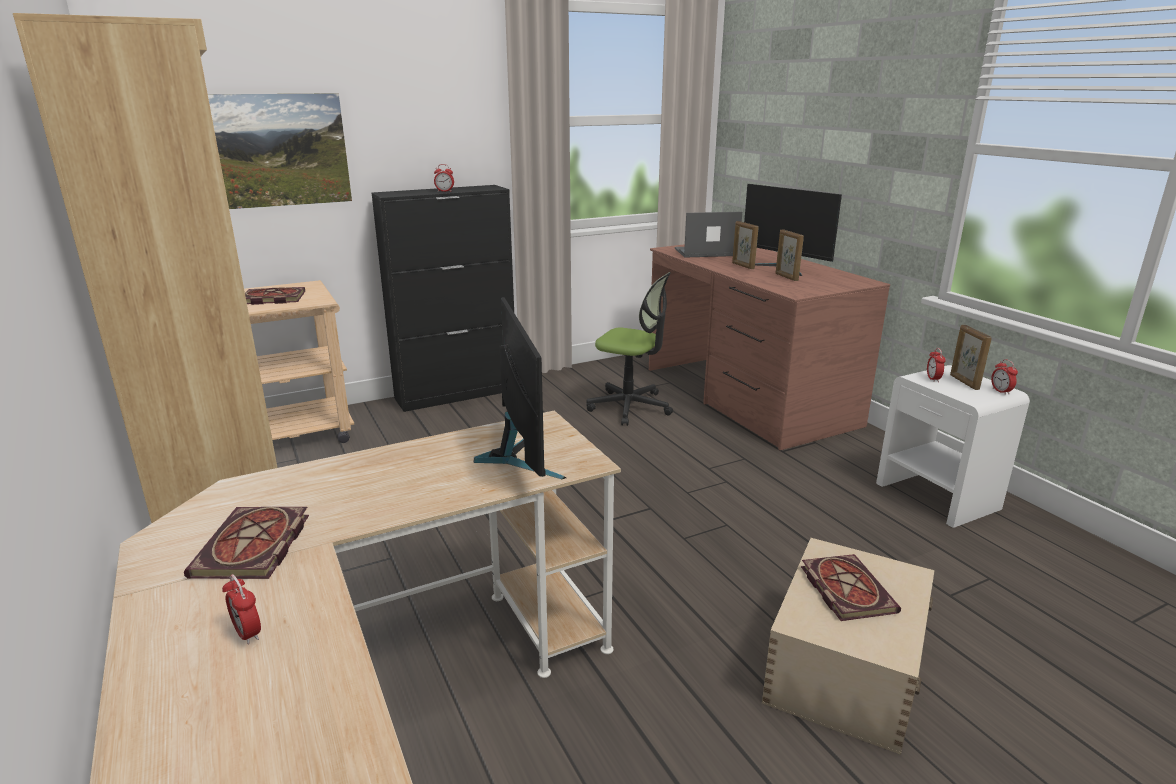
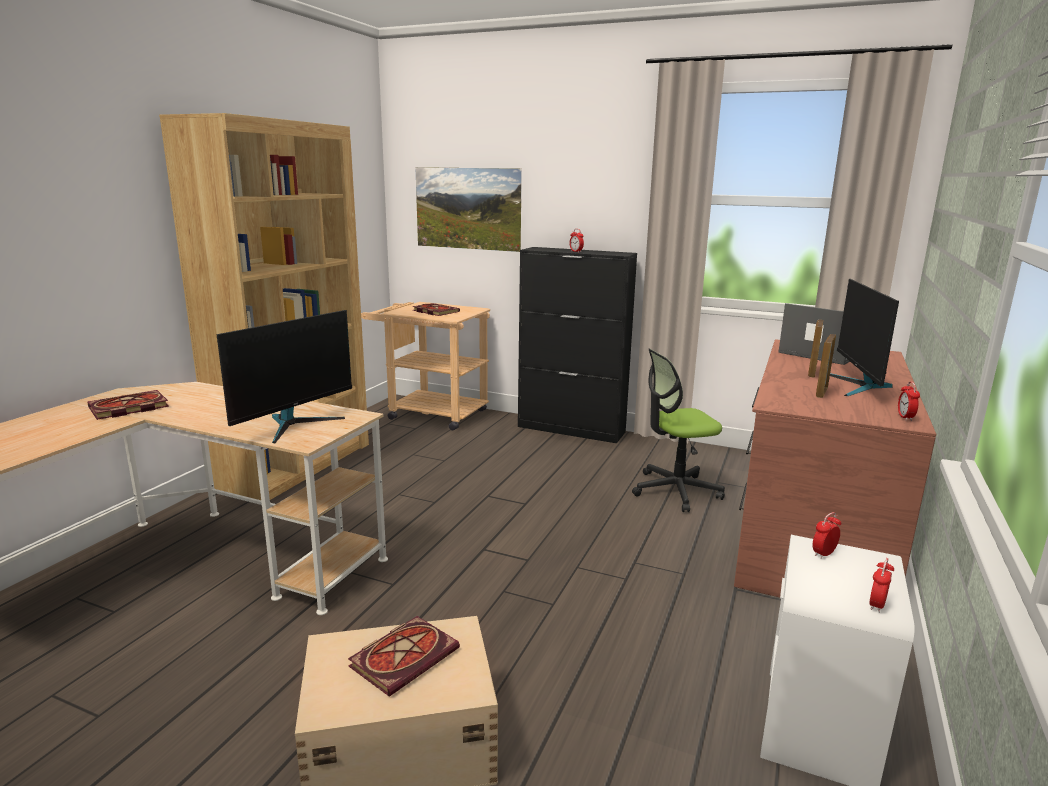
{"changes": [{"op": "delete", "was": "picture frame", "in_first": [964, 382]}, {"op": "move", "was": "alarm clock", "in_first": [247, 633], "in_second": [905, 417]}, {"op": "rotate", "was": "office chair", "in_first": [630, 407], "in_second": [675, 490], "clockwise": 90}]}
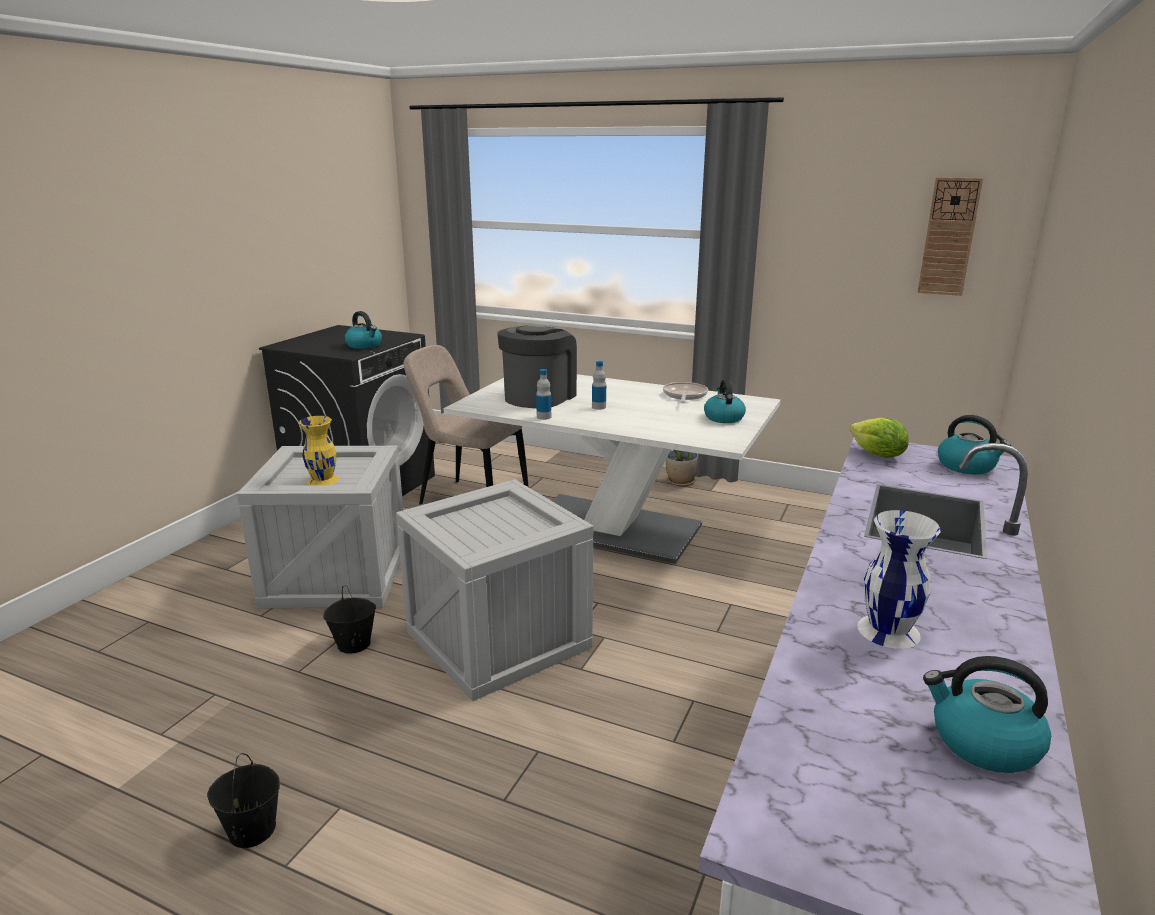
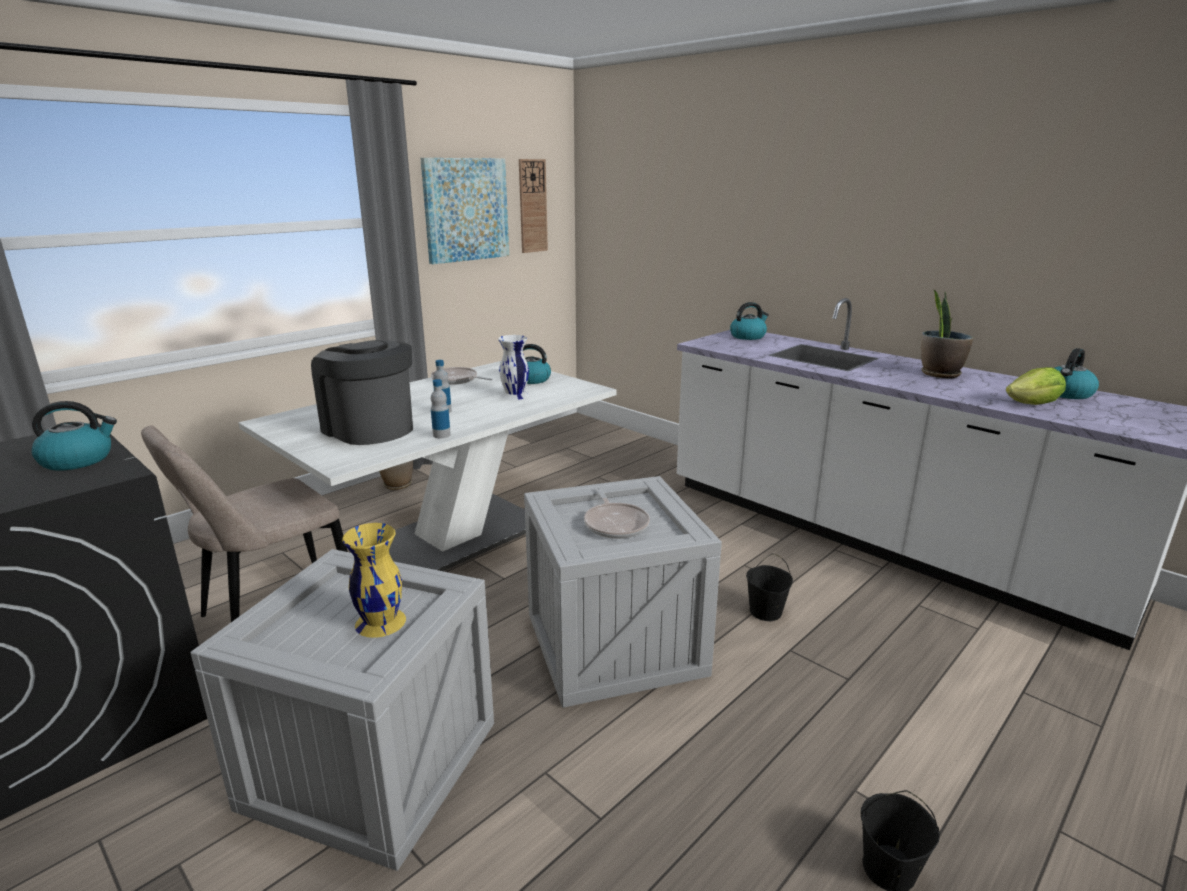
{"changes": [{"op": "insert", "now": "picture", "in_second": [466, 210]}, {"op": "insert", "now": "frying pan", "in_second": [615, 523]}, {"op": "insert", "now": "potted plant", "in_second": [939, 374]}, {"op": "move", "was": "black bucket", "in_first": [353, 644], "in_second": [766, 612]}, {"op": "move", "was": "lettuce", "in_first": [877, 455], "in_second": [1033, 404]}, {"op": "move", "was": "white vase", "in_first": [887, 630], "in_second": [514, 395]}]}
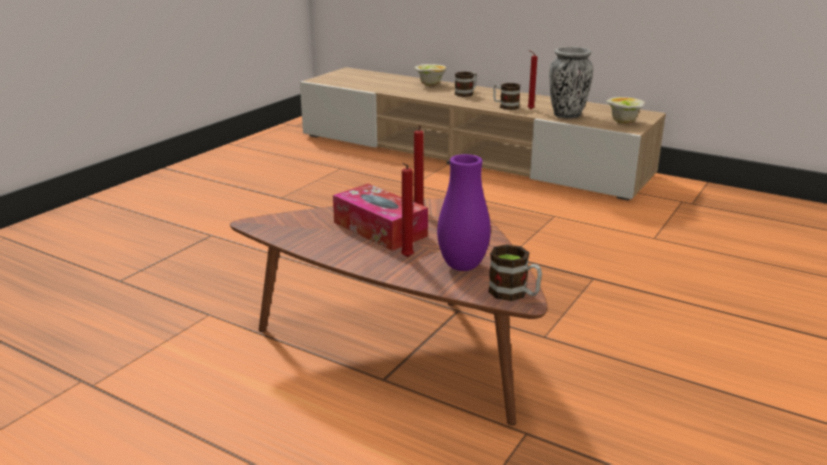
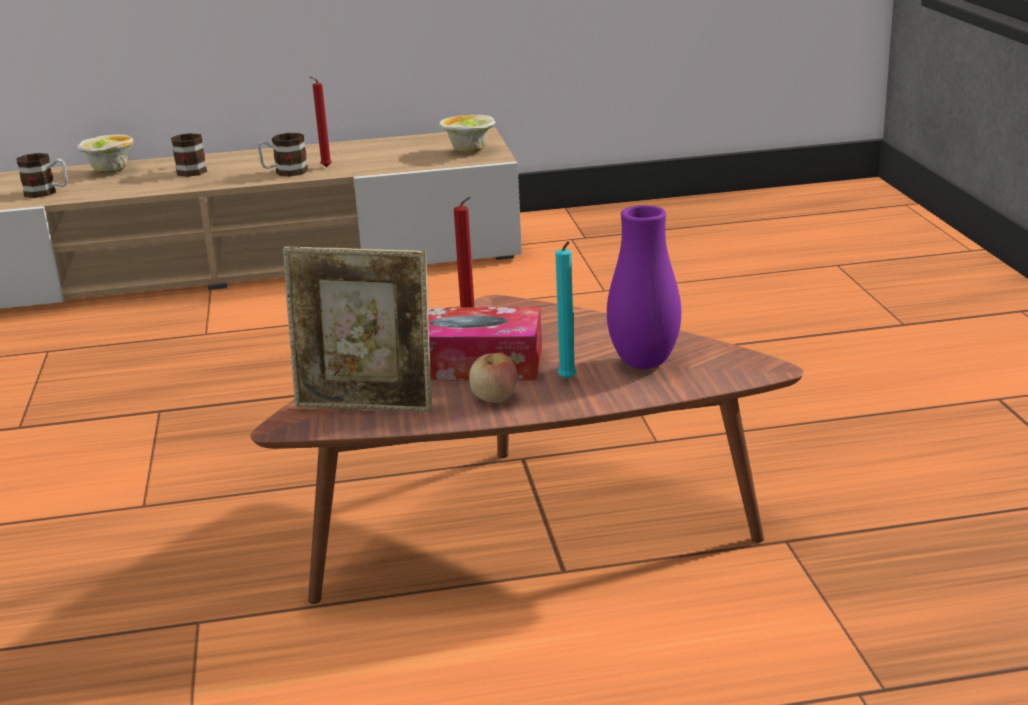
{"changes": [{"op": "delete", "was": "vase", "in_first": [567, 115]}, {"op": "insert", "now": "picture frame", "in_second": [366, 406]}, {"op": "insert", "now": "apple", "in_second": [494, 398]}, {"op": "move", "was": "mug", "in_first": [514, 294], "in_second": [47, 192]}, {"op": "recolor", "was": "red candle", "now": "turquoise candle", "in_first": [406, 258], "in_second": [568, 381]}]}
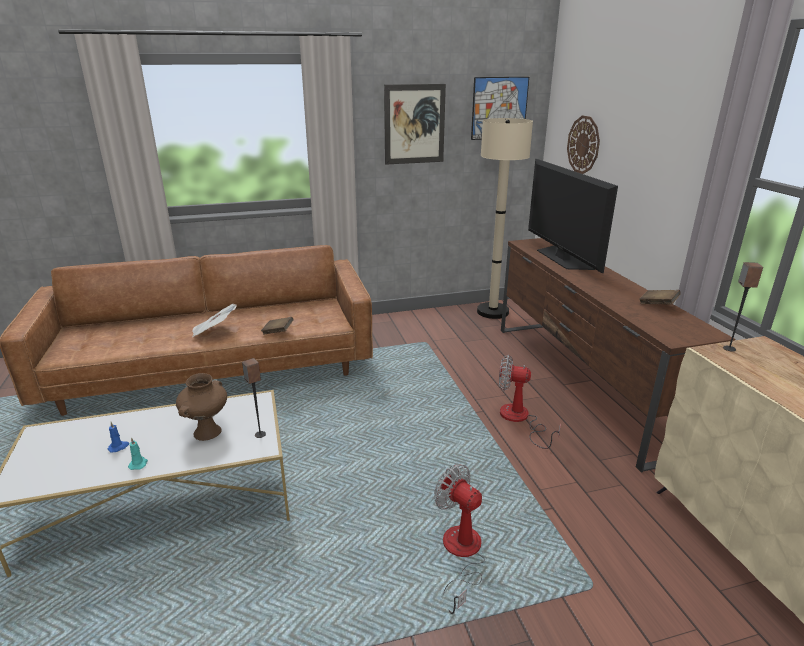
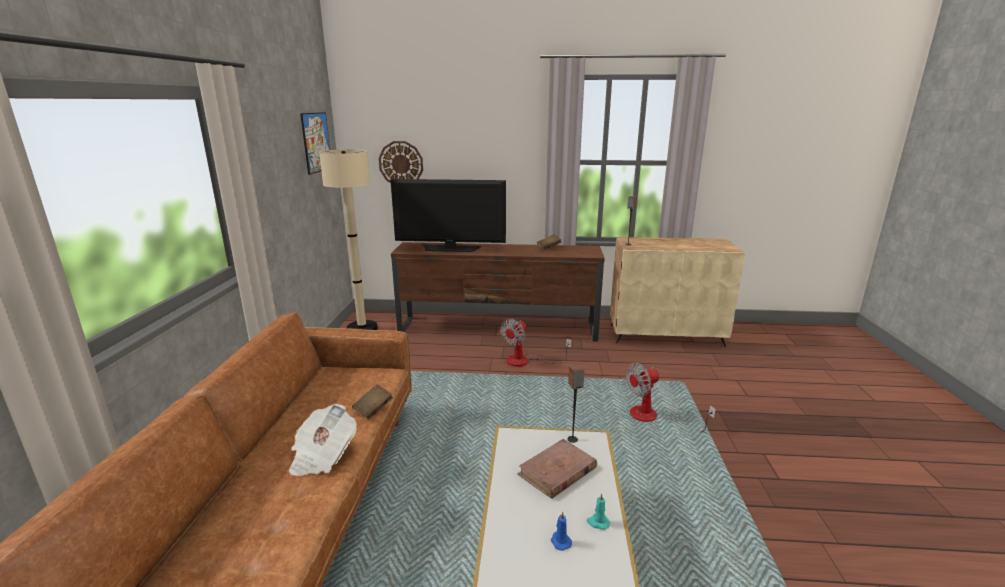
{"changes": [{"op": "delete", "was": "picture", "in_first": [414, 124]}, {"op": "replace", "was": "brown vase", "now": "brown book", "in_first": [207, 433], "in_second": [557, 471]}]}
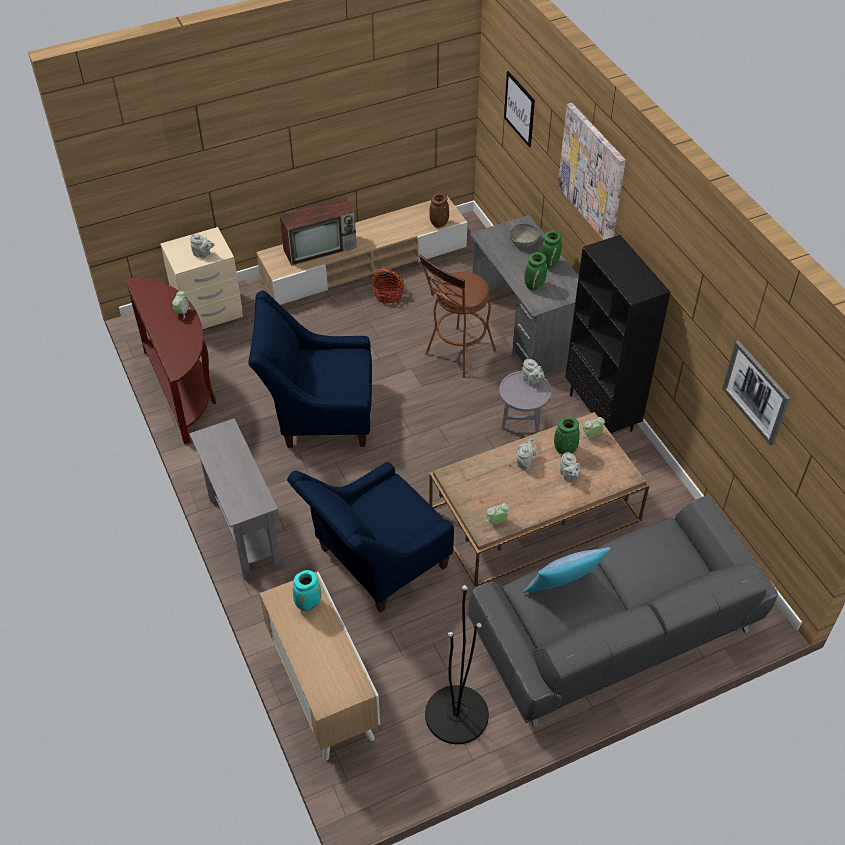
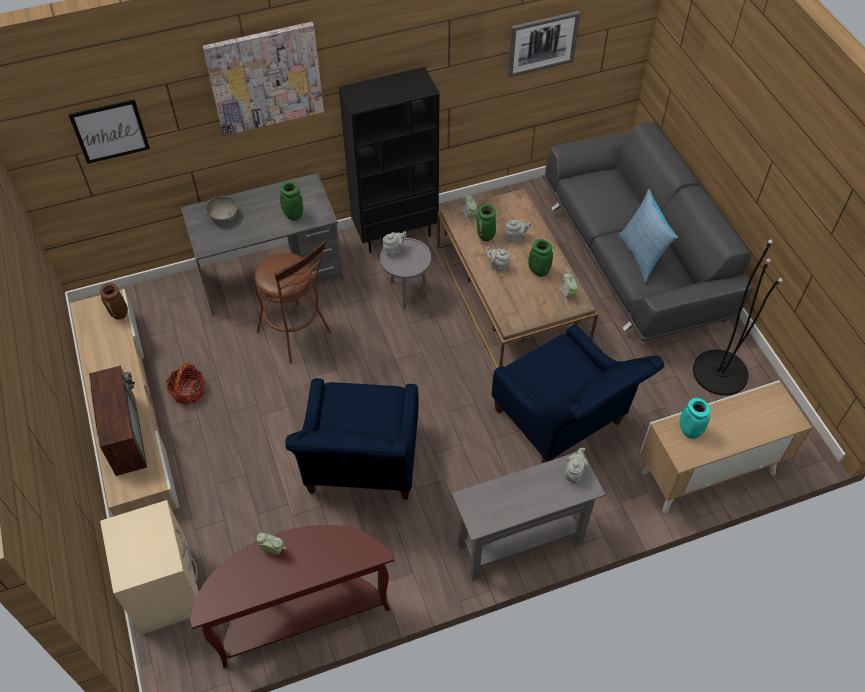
{"changes": [{"op": "move", "was": "grey teapot", "in_first": [203, 254], "in_second": [574, 473]}, {"op": "move", "was": "green vase", "in_first": [549, 263], "in_second": [538, 271]}]}
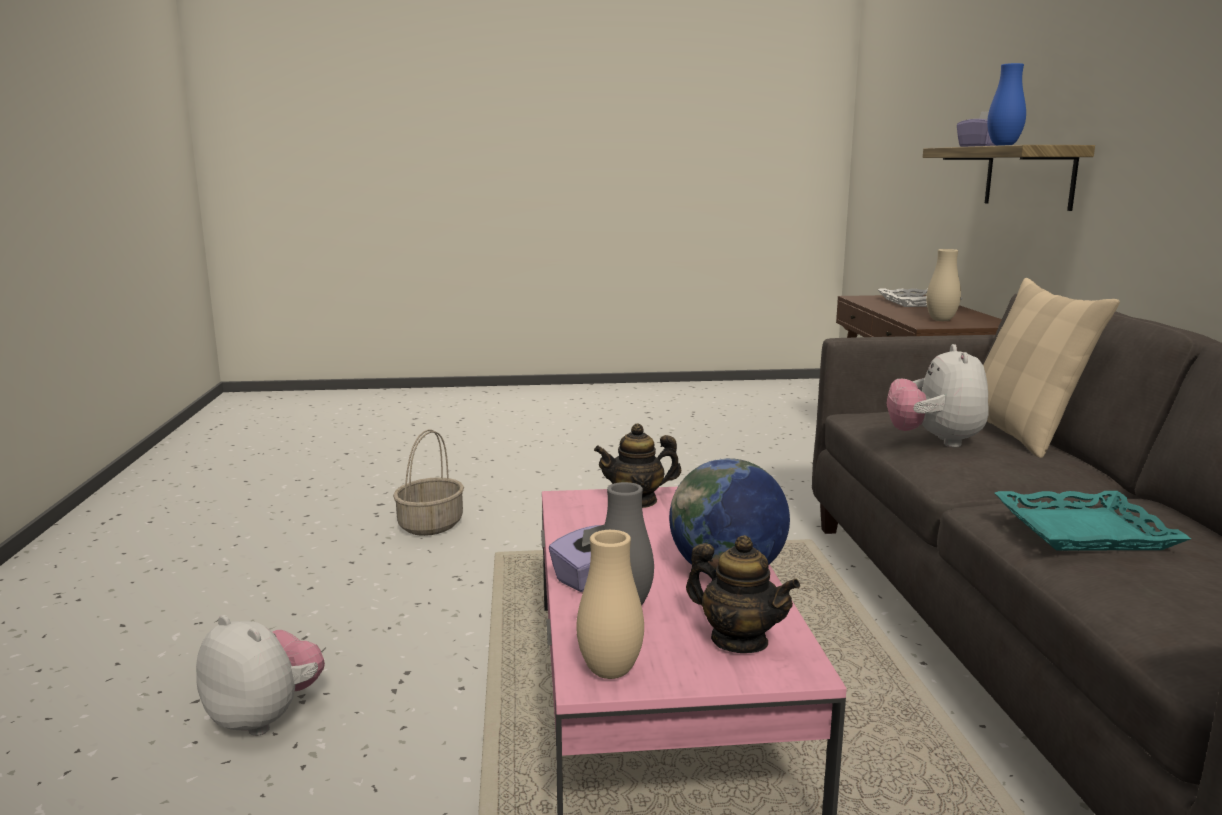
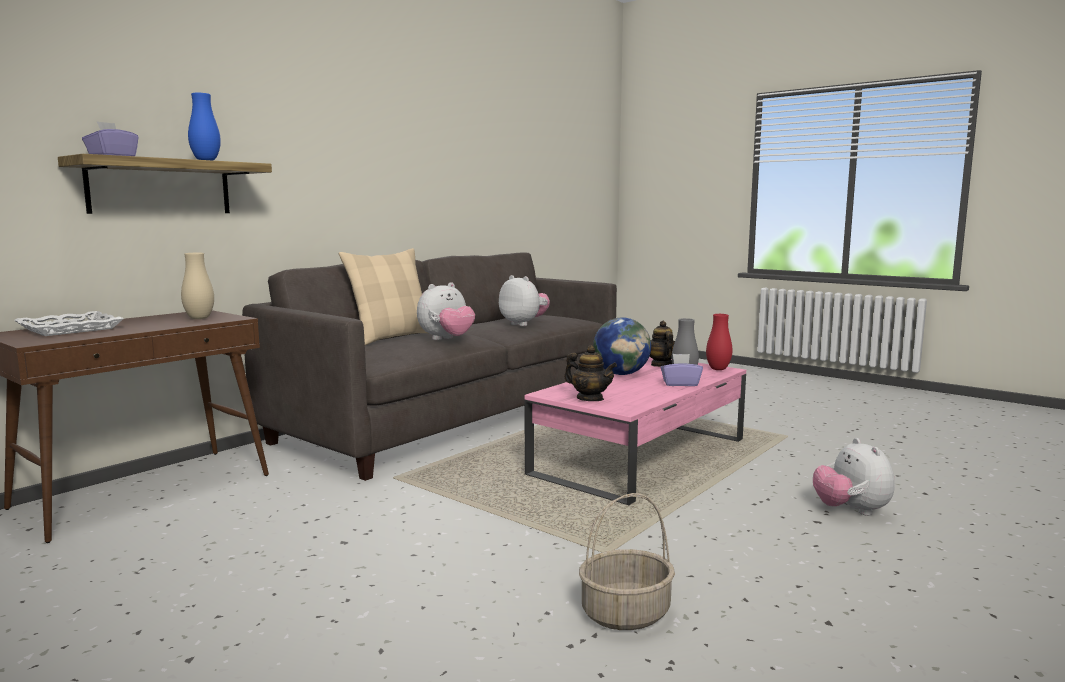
{"changes": [{"op": "replace", "was": "turquoise tray", "now": "plush toy", "in_first": [1083, 530], "in_second": [524, 324]}, {"op": "recolor", "was": "beige vase", "now": "red vase", "in_first": [610, 671], "in_second": [718, 369]}]}
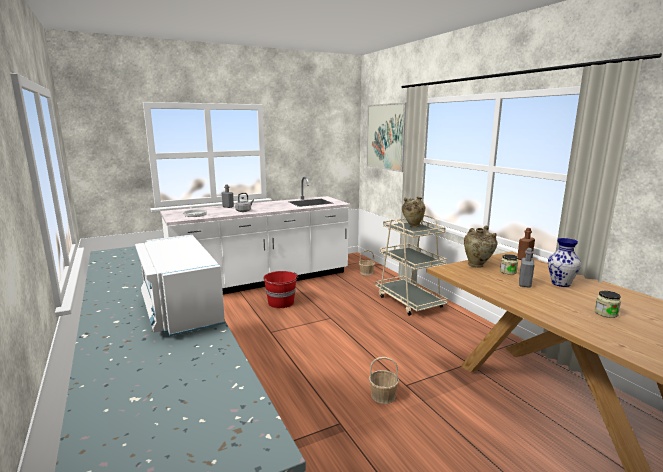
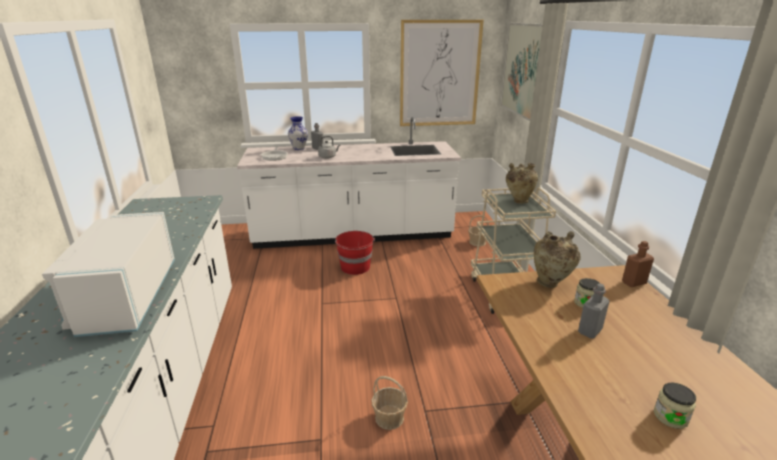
{"changes": [{"op": "insert", "now": "picture", "in_second": [439, 74]}, {"op": "move", "was": "vase", "in_first": [560, 284], "in_second": [298, 148]}]}
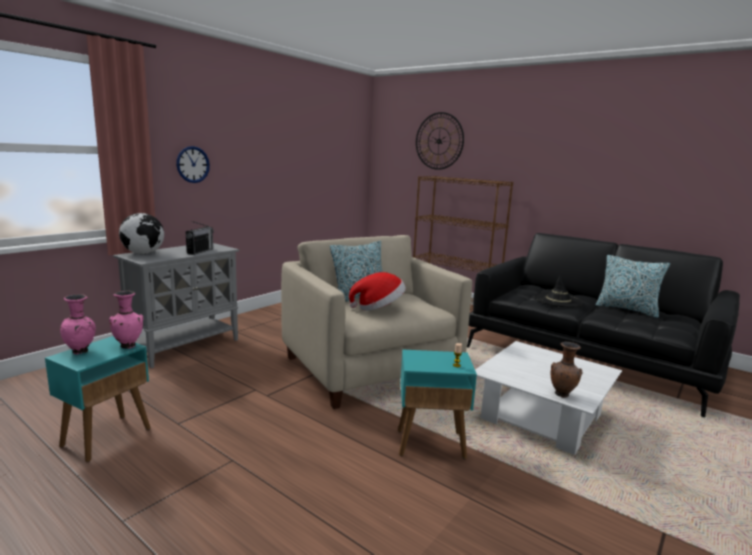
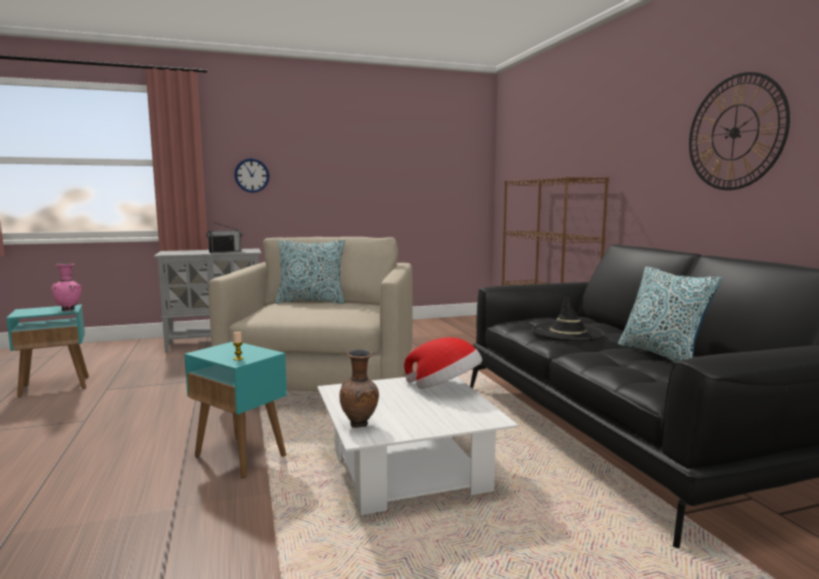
{"changes": [{"op": "delete", "was": "pink vase", "in_first": [81, 352]}, {"op": "delete", "was": "globe", "in_first": [143, 253]}, {"op": "move", "was": "hat", "in_first": [378, 308], "in_second": [445, 388]}, {"op": "move", "was": "wall clock", "in_first": [439, 141], "in_second": [734, 132]}]}
